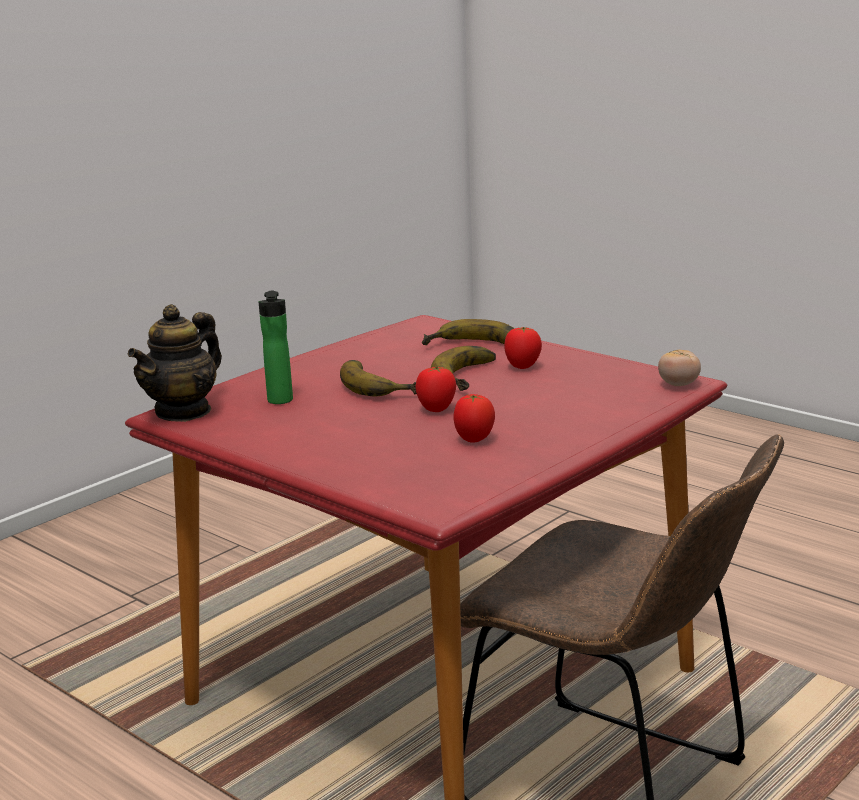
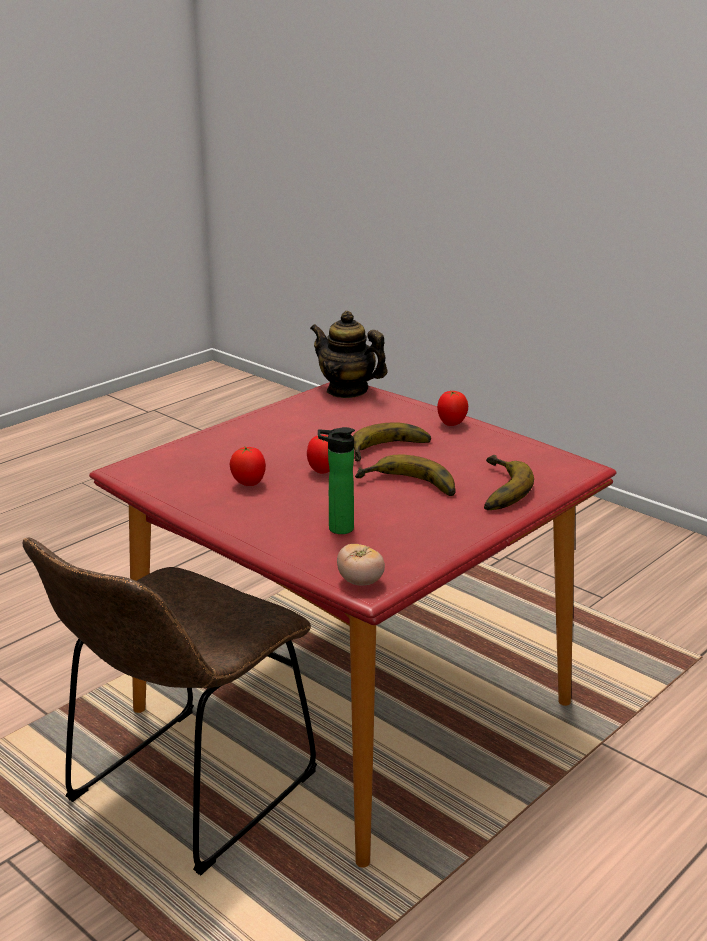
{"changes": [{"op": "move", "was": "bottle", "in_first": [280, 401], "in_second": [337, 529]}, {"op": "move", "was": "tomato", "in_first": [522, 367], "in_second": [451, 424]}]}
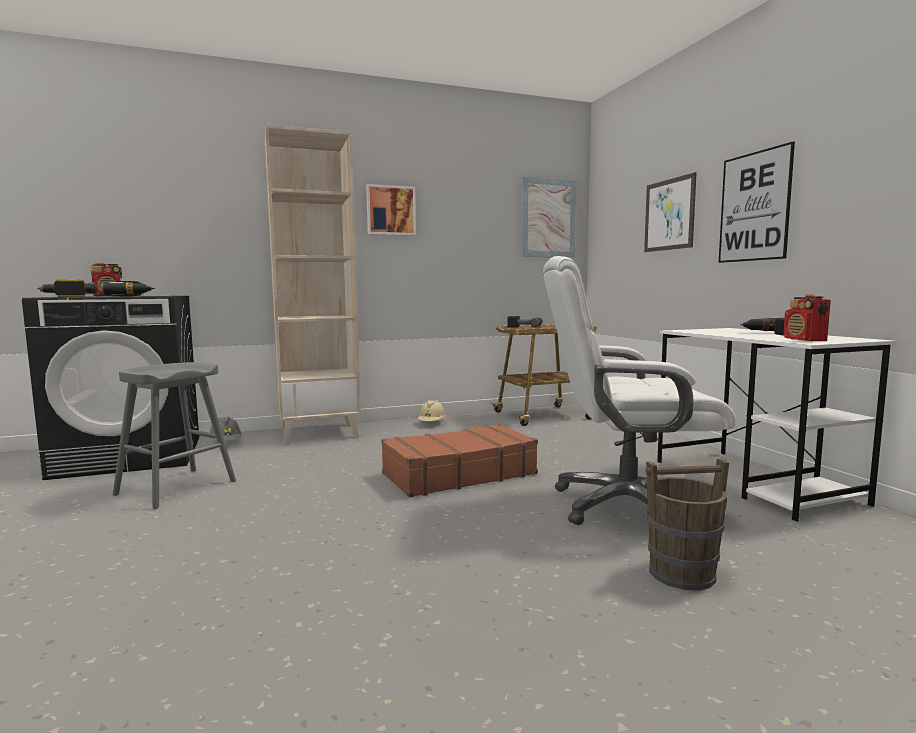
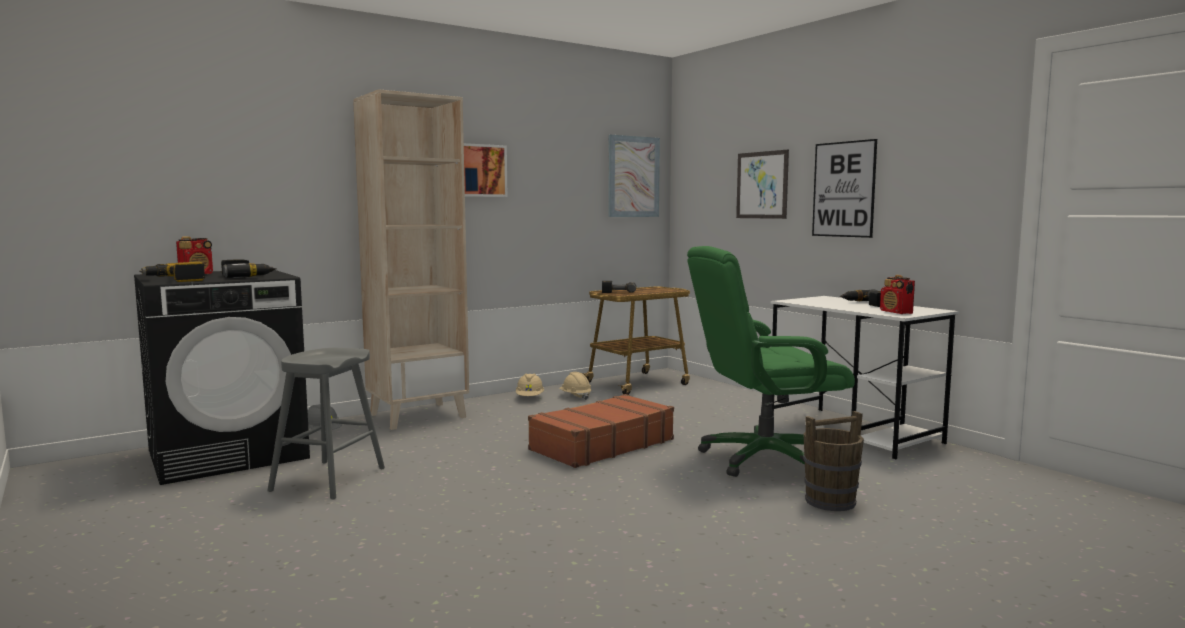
{"changes": [{"op": "insert", "now": "beige hard hat", "in_second": [575, 396]}, {"op": "recolor", "was": "white office chair", "now": "green office chair", "in_first": [625, 506], "in_second": [764, 459]}]}
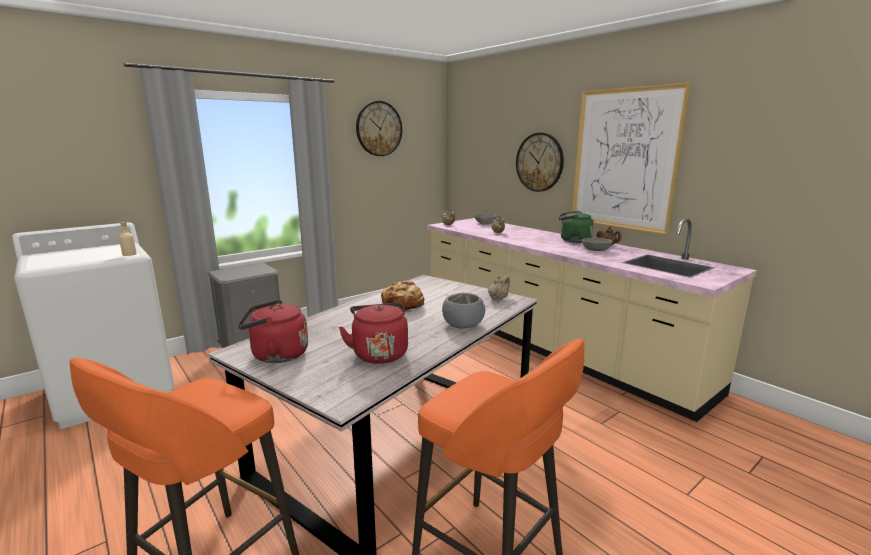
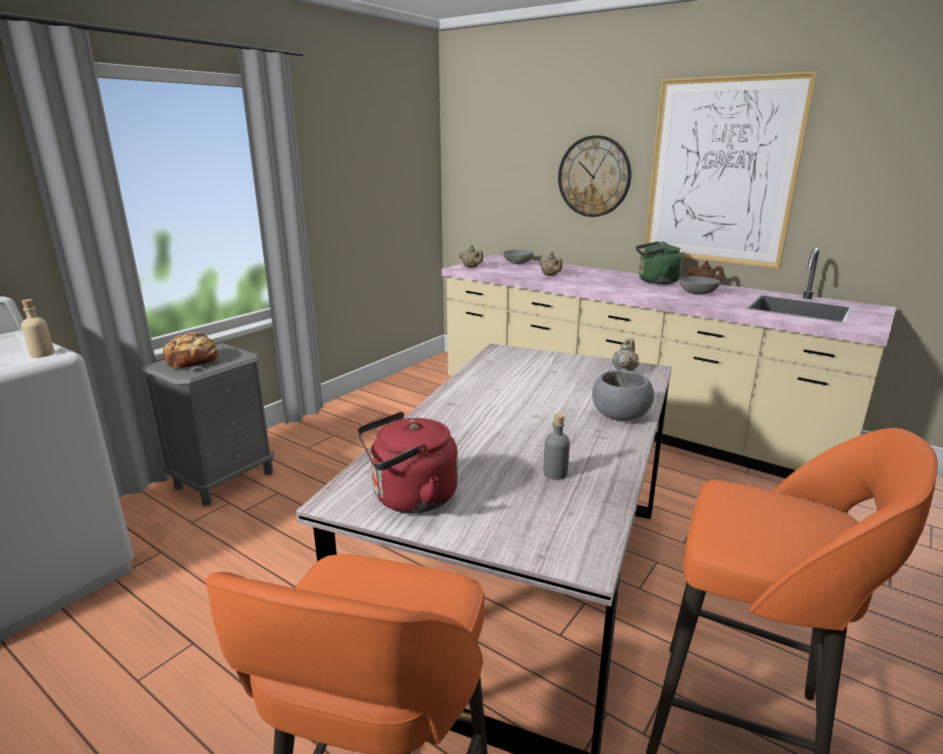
{"changes": [{"op": "delete", "was": "wall clock", "in_first": [379, 129]}, {"op": "move", "was": "bread", "in_first": [403, 306], "in_second": [193, 362]}, {"op": "replace", "was": "red kettle", "now": "grey bottle", "in_first": [379, 353], "in_second": [555, 473]}]}
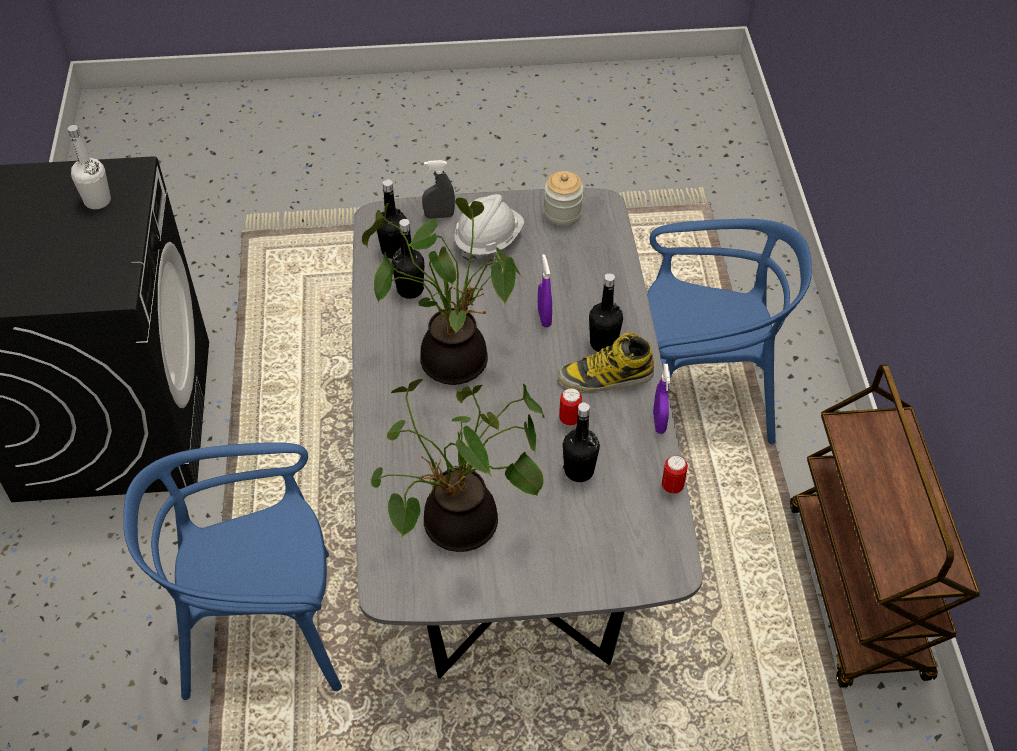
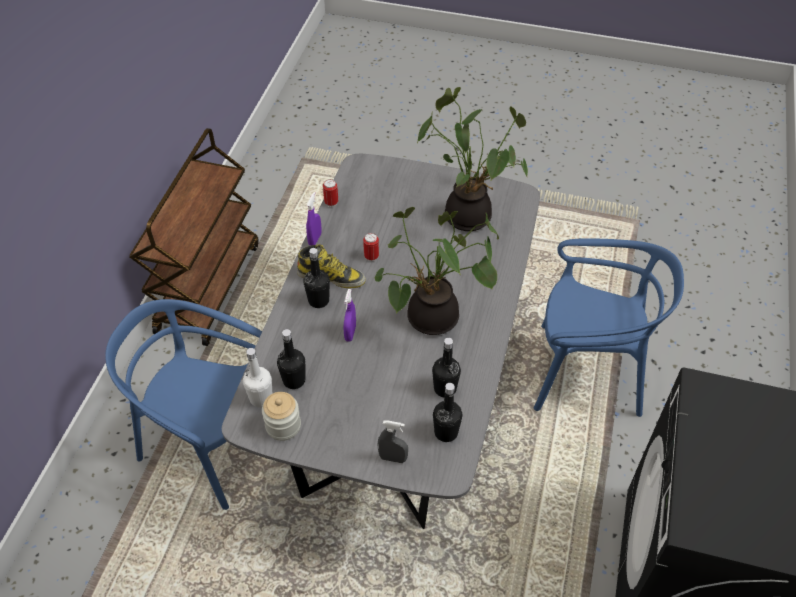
{"changes": [{"op": "delete", "was": "white hard hat", "in_first": [488, 240]}, {"op": "move", "was": "white bottle", "in_first": [97, 201], "in_second": [261, 398]}, {"op": "move", "was": "black bottle", "in_first": [579, 471], "in_second": [294, 380]}]}
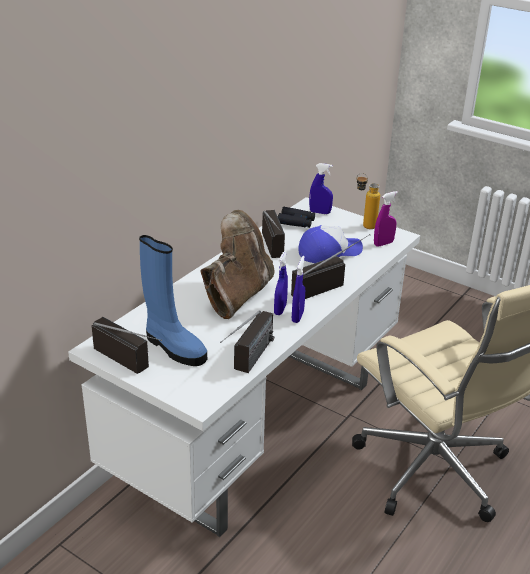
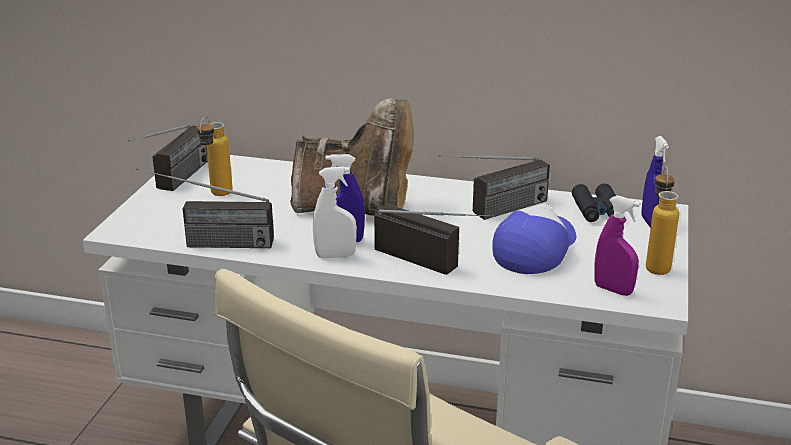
{"changes": [{"op": "replace", "was": "blue boot", "now": "bottle", "in_first": [173, 347], "in_second": [217, 196]}, {"op": "recolor", "was": "blue spray bottle", "now": "white spray bottle", "in_first": [297, 316], "in_second": [335, 256]}, {"op": "rotate", "was": "cap", "in_first": [329, 252], "in_second": [535, 249], "clockwise": -105}]}
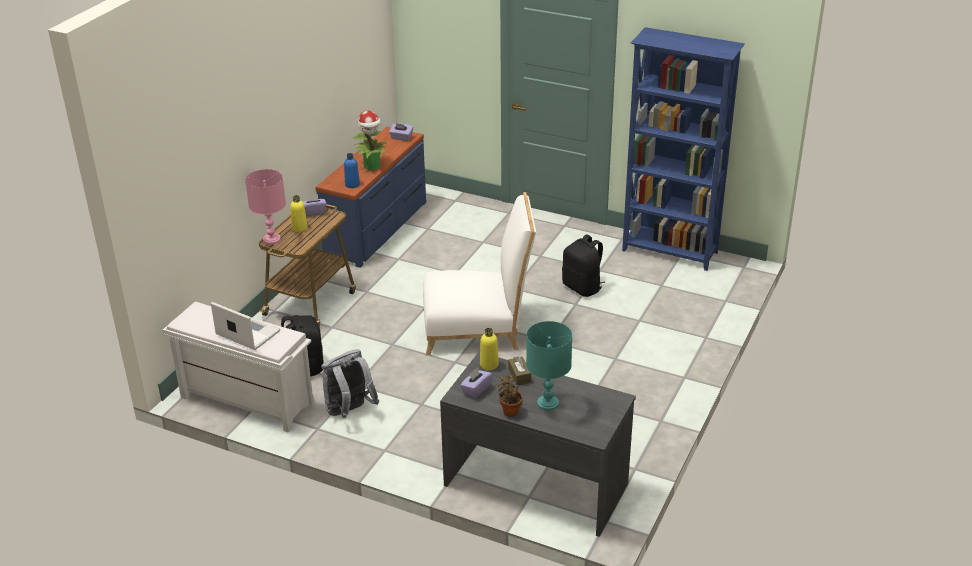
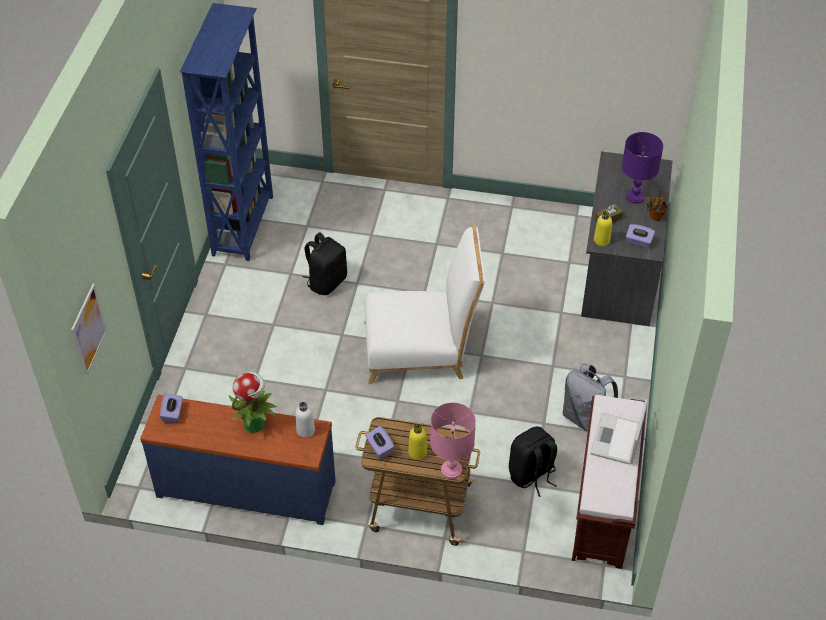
{"changes": [{"op": "insert", "now": "picture", "in_second": [88, 330]}, {"op": "recolor", "was": "white bench", "now": "brown bench", "in_first": [245, 401], "in_second": [604, 508]}, {"op": "recolor", "was": "blue bottle", "now": "white bottle", "in_first": [352, 184], "in_second": [305, 430]}, {"op": "recolor", "was": "turquoise table lamp", "now": "purple table lamp", "in_first": [547, 403], "in_second": [635, 197]}, {"op": "rotate", "was": "white chair", "in_first": [478, 328], "in_second": [421, 349], "clockwise": 105}]}
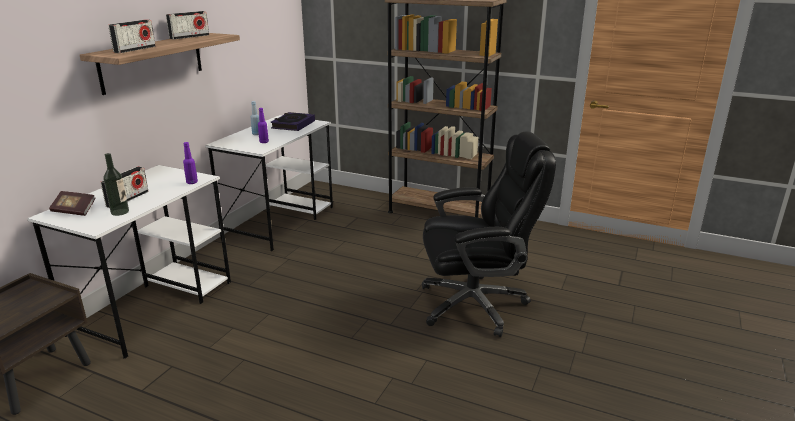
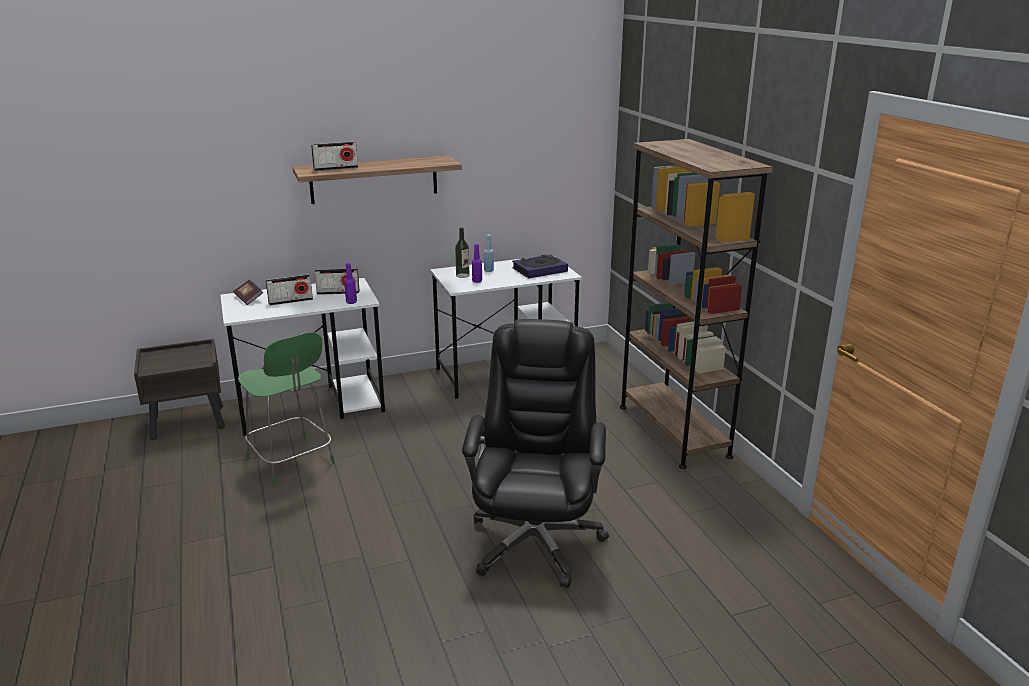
{"changes": [{"op": "insert", "now": "green chair", "in_second": [291, 462]}, {"op": "move", "was": "bottle", "in_first": [120, 212], "in_second": [462, 275]}, {"op": "move", "was": "radio", "in_first": [189, 37], "in_second": [338, 292]}, {"op": "rotate", "was": "black office chair", "in_first": [475, 304], "in_second": [536, 540], "clockwise": -120}]}
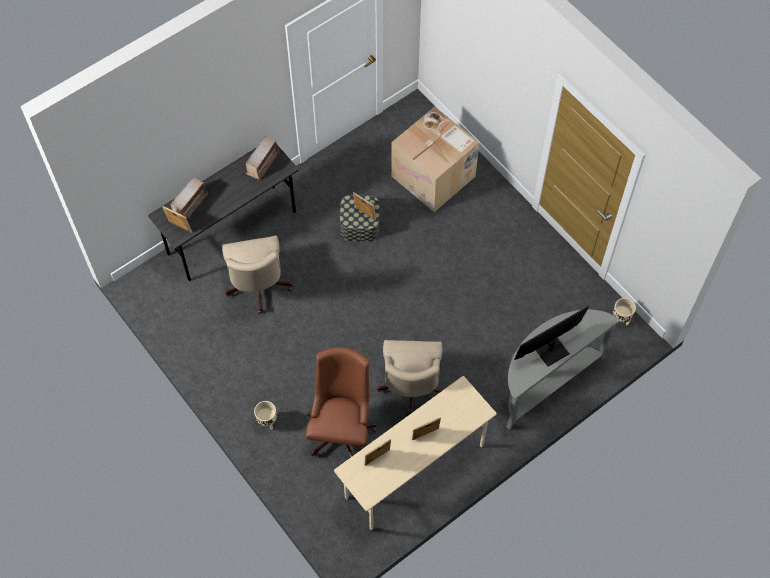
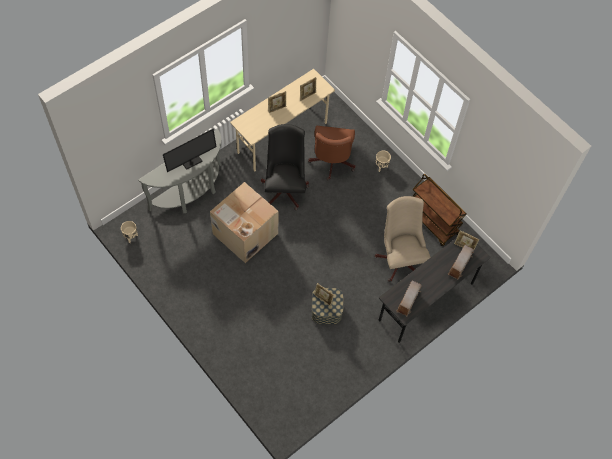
{"changes": [{"op": "insert", "now": "brown cart", "in_second": [432, 222]}, {"op": "move", "was": "cardboard box", "in_first": [434, 176], "in_second": [244, 233]}, {"op": "recolor", "was": "beige office chair", "now": "black office chair", "in_first": [411, 389], "in_second": [285, 188]}]}
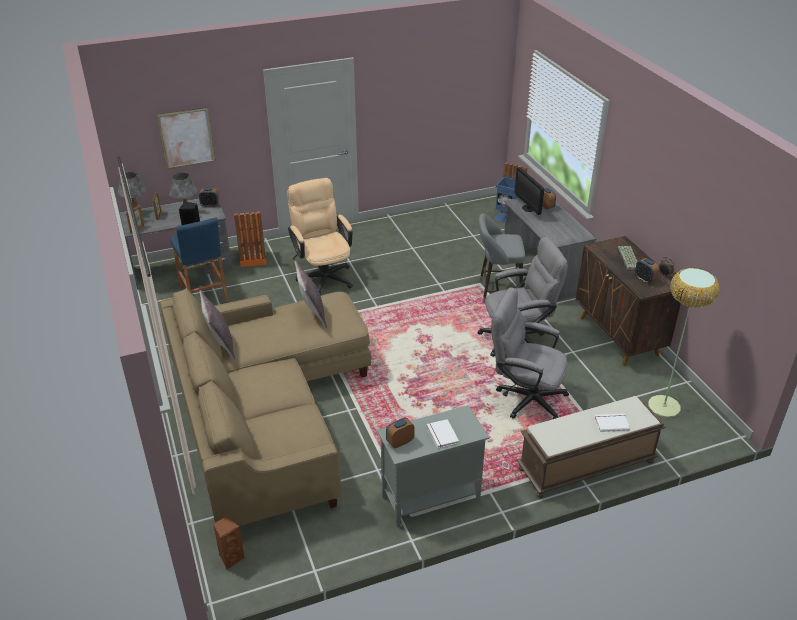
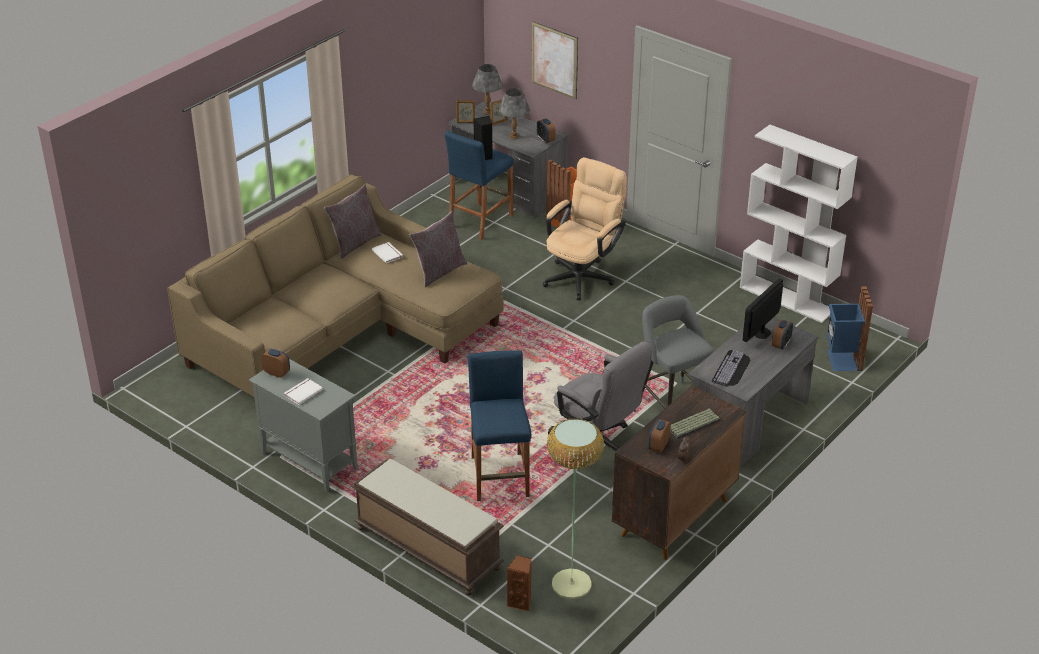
{"changes": [{"op": "insert", "now": "keyboard", "in_second": [732, 369]}, {"op": "insert", "now": "white bookcase", "in_second": [787, 299]}, {"op": "move", "was": "brown speaker", "in_first": [231, 558], "in_second": [521, 602]}, {"op": "move", "was": "white book", "in_first": [611, 423], "in_second": [388, 253]}, {"op": "replace", "was": "grey office chair", "now": "blue stool", "in_first": [524, 397], "in_second": [500, 476]}]}
